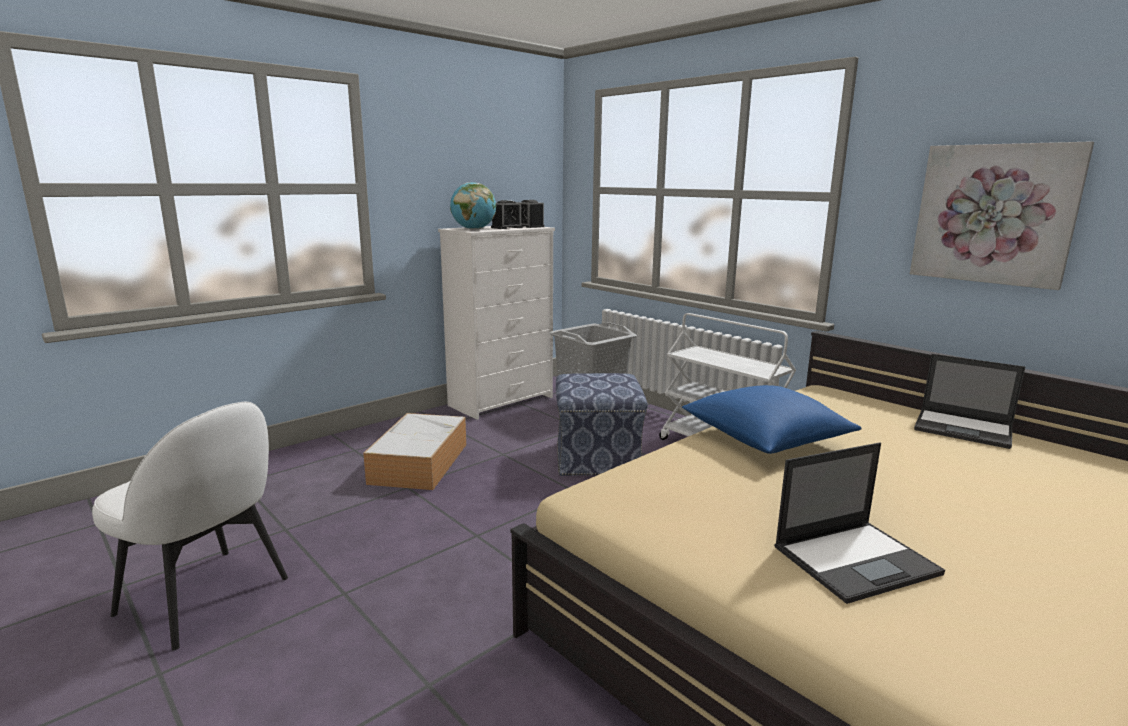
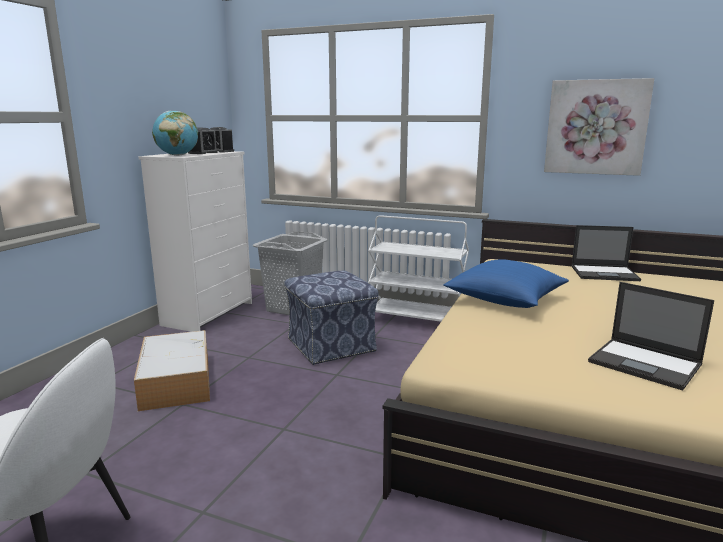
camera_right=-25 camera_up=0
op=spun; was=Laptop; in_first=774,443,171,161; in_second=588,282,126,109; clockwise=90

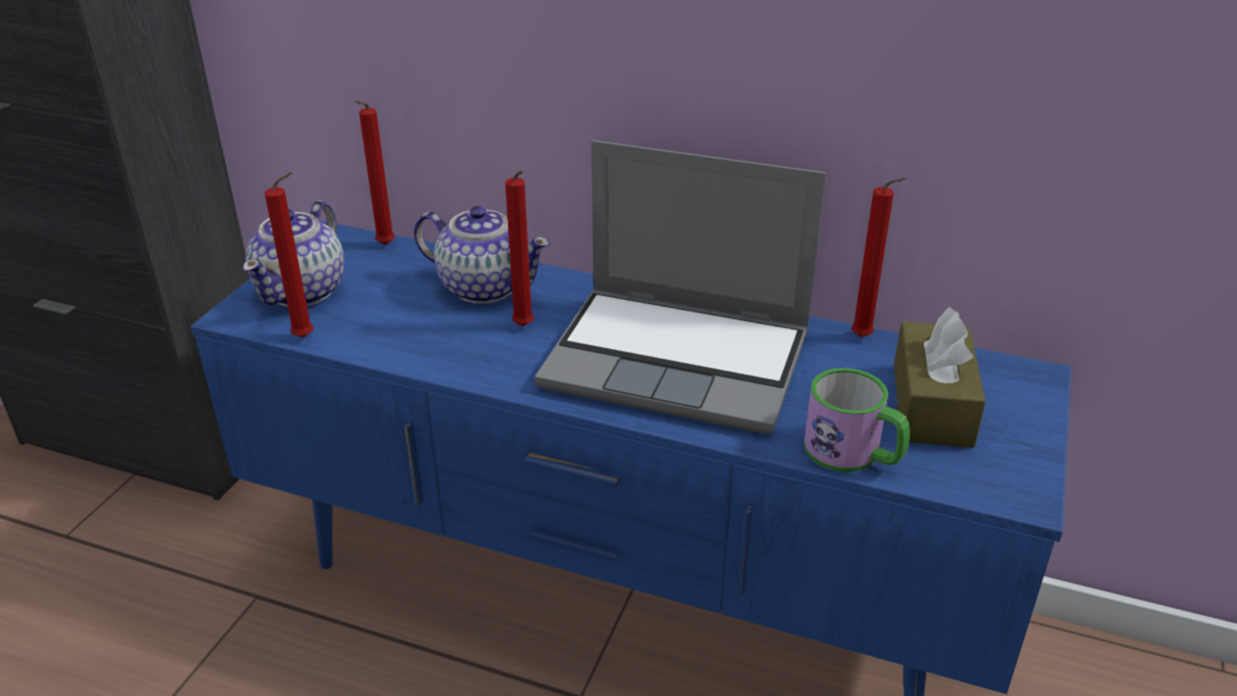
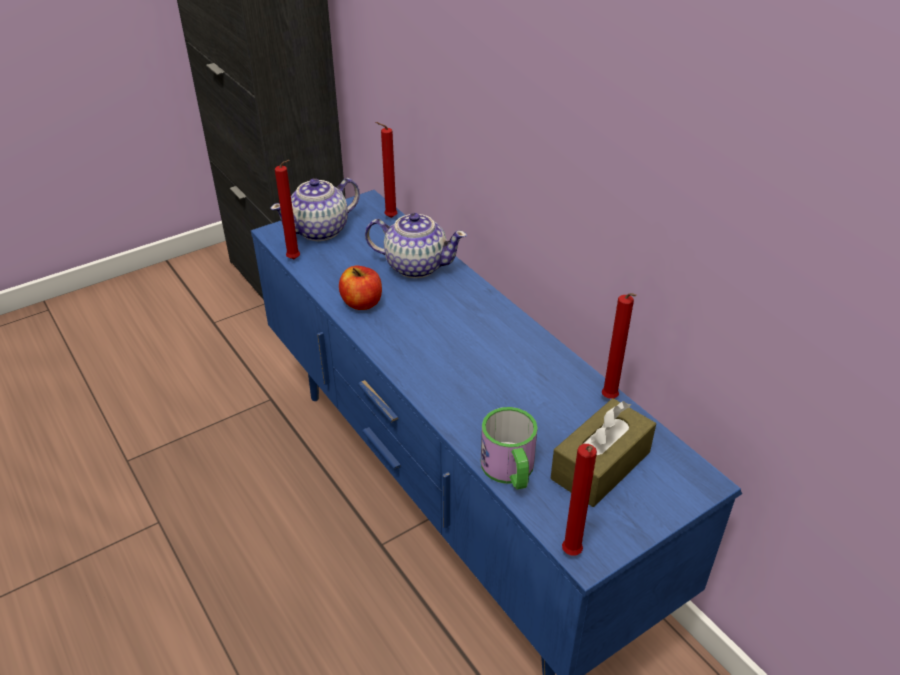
camera_right=35 camera_up=5
op=spun; was=Teekanne; in_first=414,206,136,98; in_second=365,213,102,65; clockwise=-45
op=relocated; was=Kerze (rot); in_first=505,171,29,155; in_second=562,444,35,112
op=missing; was=Laptop; in_first=535,140,291,294
op=appeared; now=Apfel; in_second=339,266,43,44

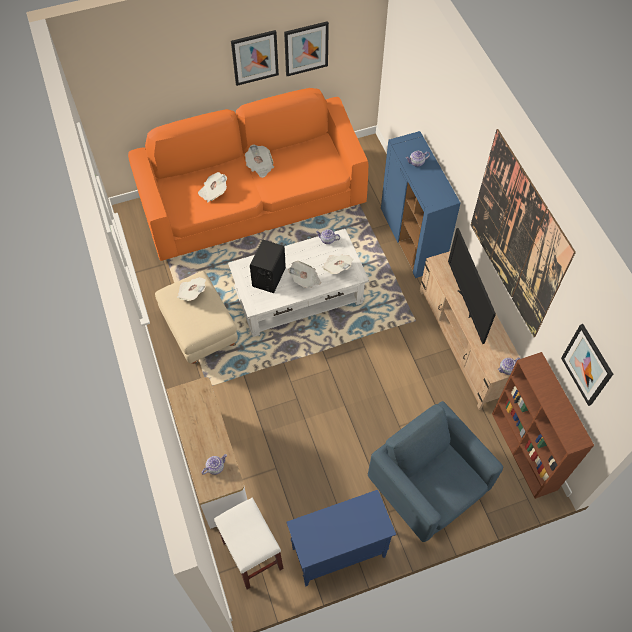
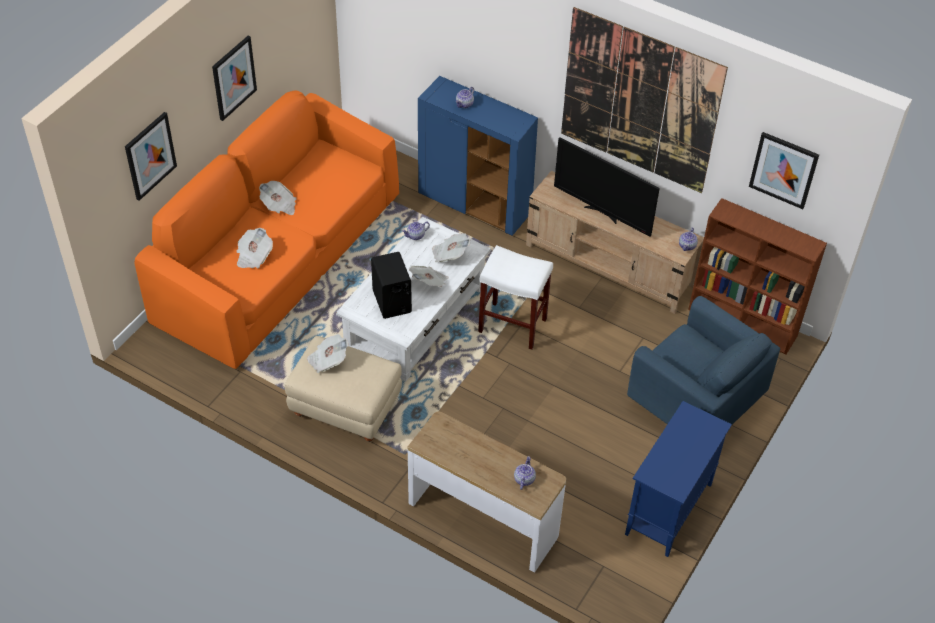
camera_right=-40 camera_up=-10
op=relocated; was=Hocker (weiß); in_first=214,498,70,91; in_second=478,245,75,105
op=relocated; was=Bild; in_first=284,21,45,55; in_second=125,112,52,89
op=spun; was=Sessel (blau); in_first=368,401,135,141; in_second=627,296,153,129; clockwise=-150

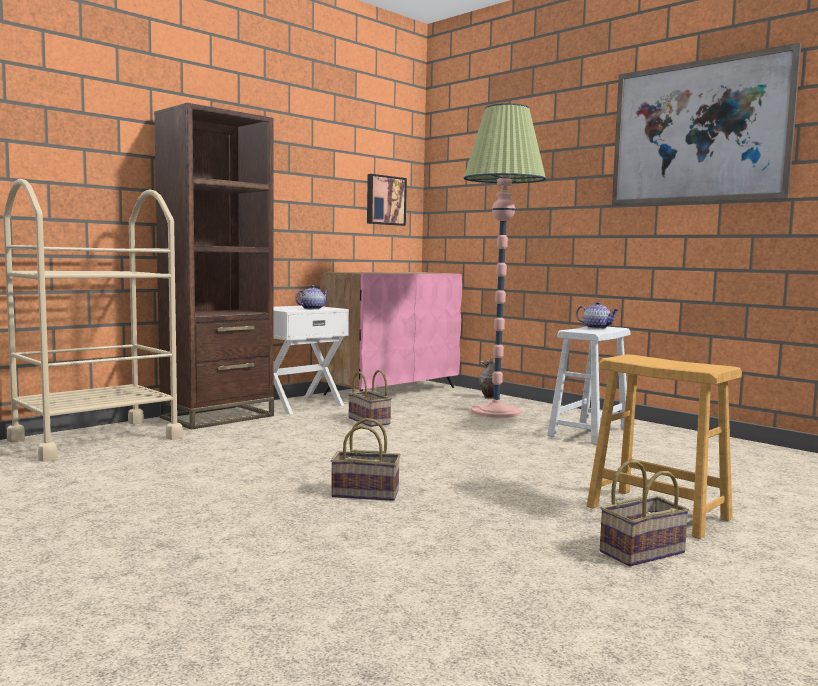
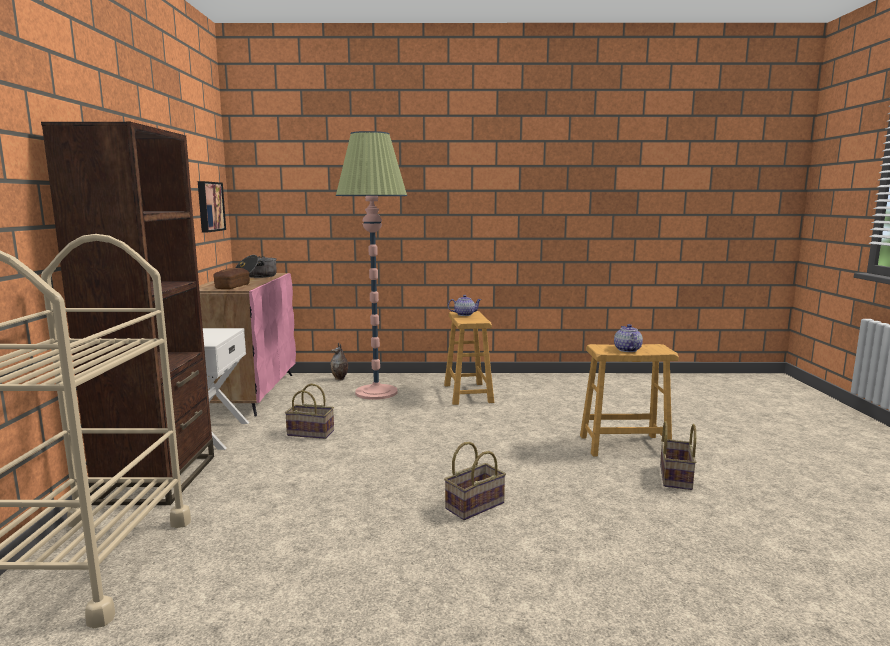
camera_right=-45 camera_up=5
op=relocated; was=Teekanne; in_first=295,285,33,25; in_second=614,324,29,28
op=colour; was=Hocker (weiß); now=Hocker (braun); in_first=547,326,84,119; in_second=444,311,50,94
op=missing; was=Bild; in_first=612,43,189,162
op=appeared; now=Brot; in_second=213,268,37,21
op=appeared; now=Kochtopf; in_second=235,255,42,23

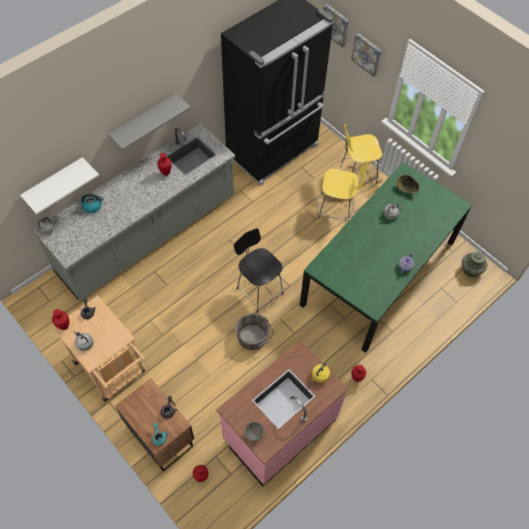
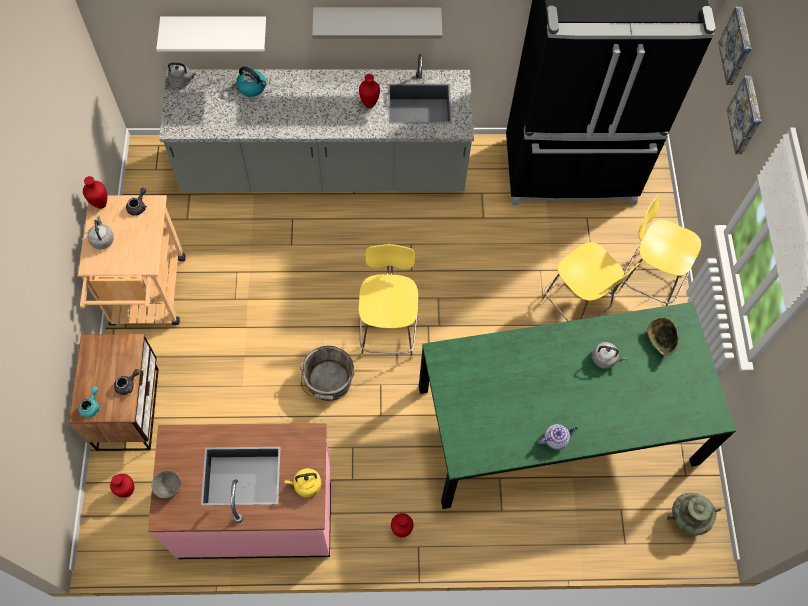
camera_right=40 camera_up=5
op=colour; was=Hocker (schwarz); now=Hocker (gelb); in_first=234,228,50,85; in_second=359,244,59,115

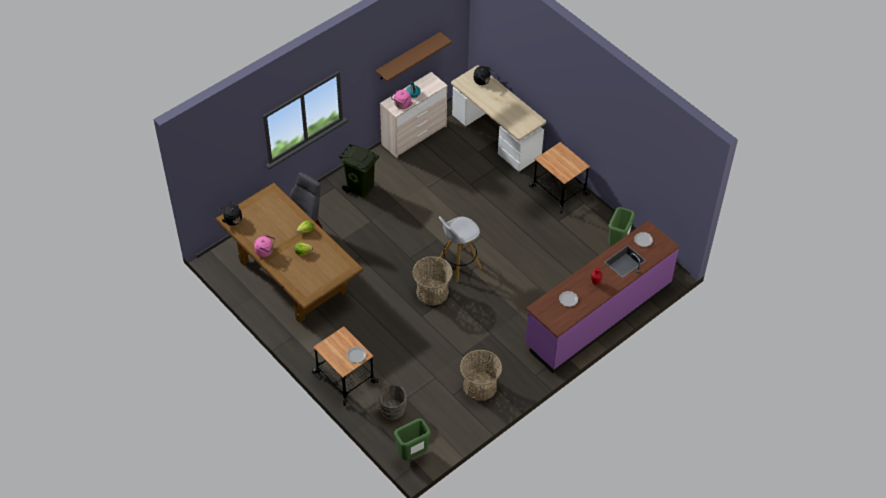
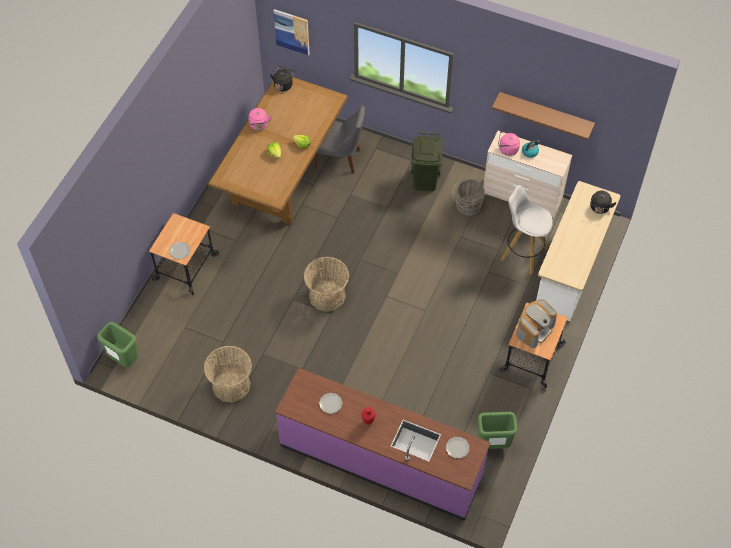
camera_right=65 camera_up=5
op=relocated; was=Eimer (grau); in_first=377,384,30,36; in_second=452,179,33,37
op=relocated; was=Hocker (weiß); in_first=438,216,44,66; in_second=501,185,52,89
op=appeared; now=Bild; in_second=274,9,36,46
op=appeared; now=Kaffeemaschine; in_second=516,299,41,49

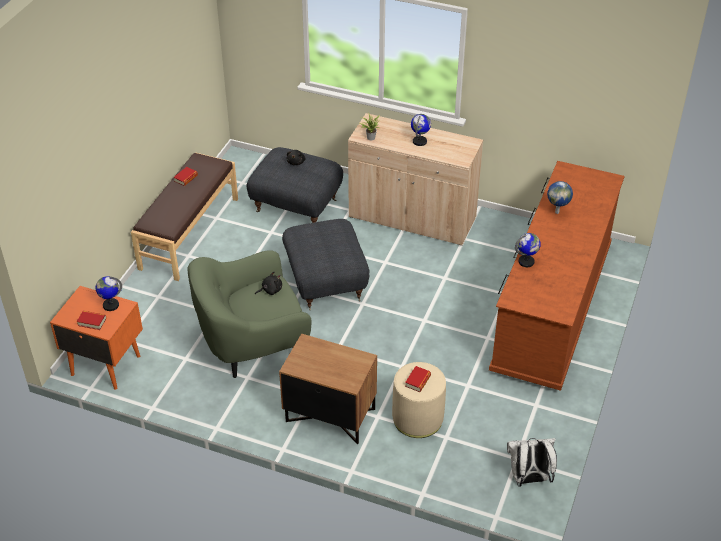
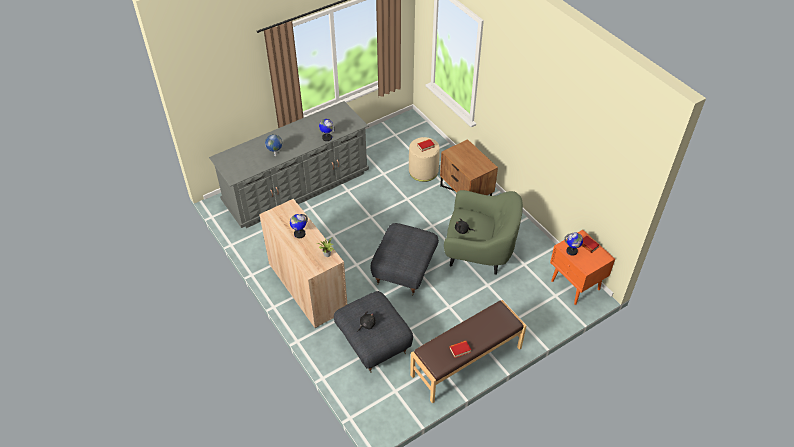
camera_right=-145 camera_up=5
op=colour; was=Kommode (braun); now=Kommode (grau); in_first=489,161,136,230; in_second=209,101,160,127
op=missing; was=Rucksack (weiß); in_first=507,438,50,49

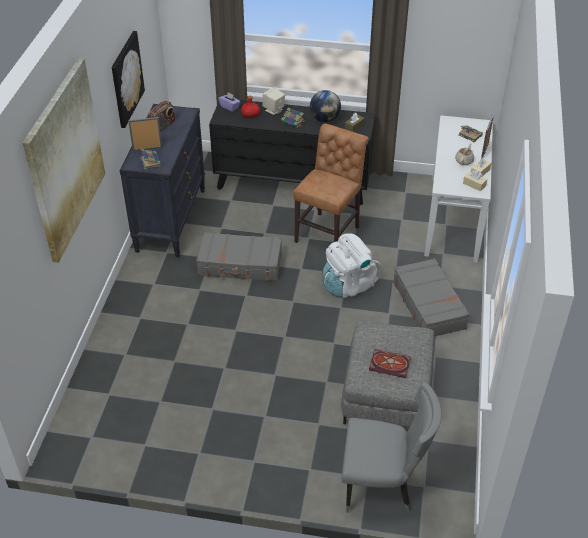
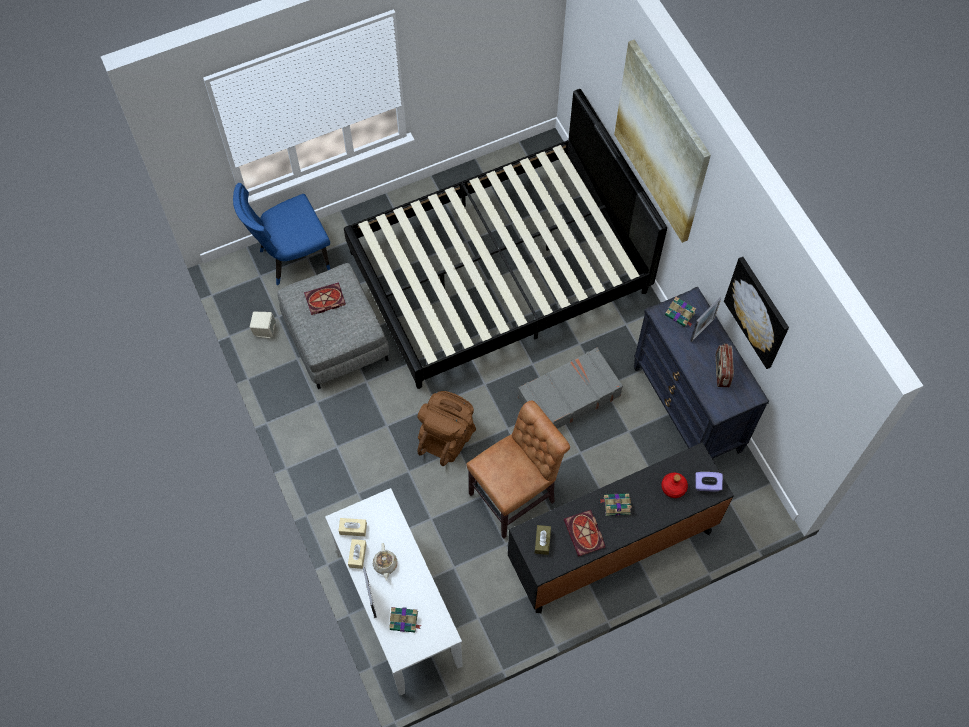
camera_right=145 camera_up=20
op=relocated; was=Lautsprecher (beige); in_first=262,87,23,28; in_second=250,312,26,26
op=spun; was=Stuhl (braun); in_first=293,124,76,119; in_second=466,400,104,139; clockwise=-120
op=exchanged; was=Globus; now=Buch; in_first=310,90,31,32; in_second=564,510,41,46
op=colour; was=Rucksack (weiß); now=Rucksack (braun); in_first=322,233,61,65; in_second=417,391,59,75
op=colour; was=Stuhl (grau); now=Stuhl (blau); in_first=342,382,100,131; in_second=233,183,97,102
op=missing; was=Koffer (grau); in_first=393,258,77,78
op=appeared; now=Bett (schwarz); in_second=344,89,323,300

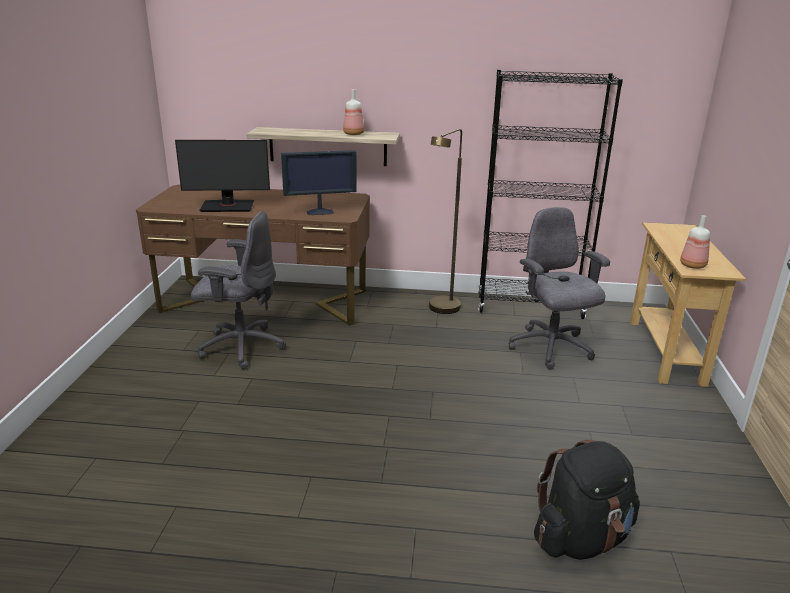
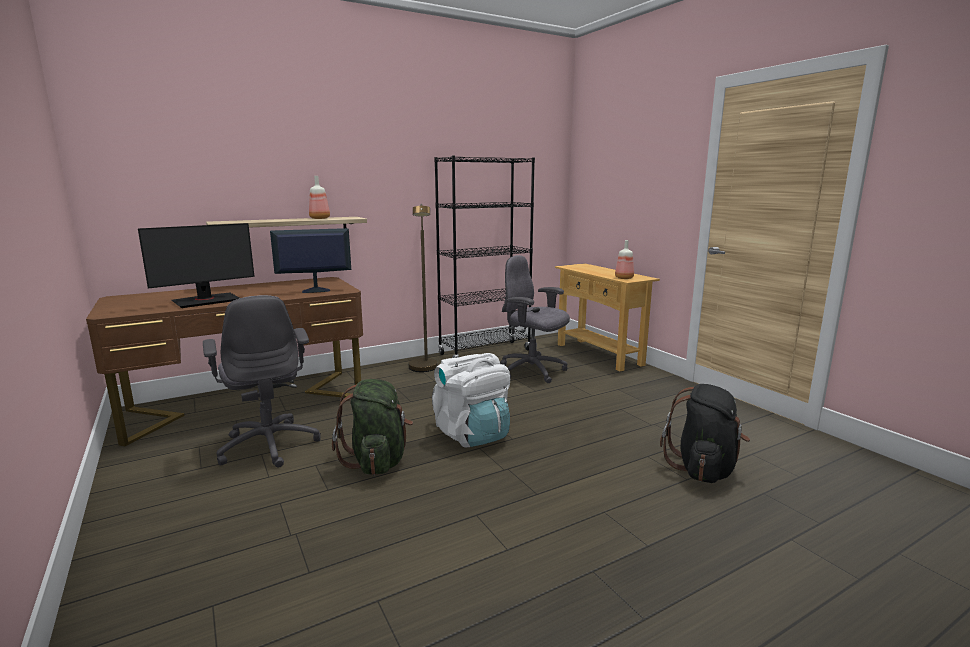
camera_right=-35 camera_up=-10
op=spun; was=Bürostuhl (grau); in_first=191,211,95,159; in_second=203,295,118,173; clockwise=90
op=spun; was=Monitor; in_first=281,150,76,65; in_second=270,228,81,65; clockwise=-150
op=appeared; now=Rucksack (grün); in_second=332,379,81,96
op=appeared; now=Rucksack (weiß); in_second=432,353,78,95

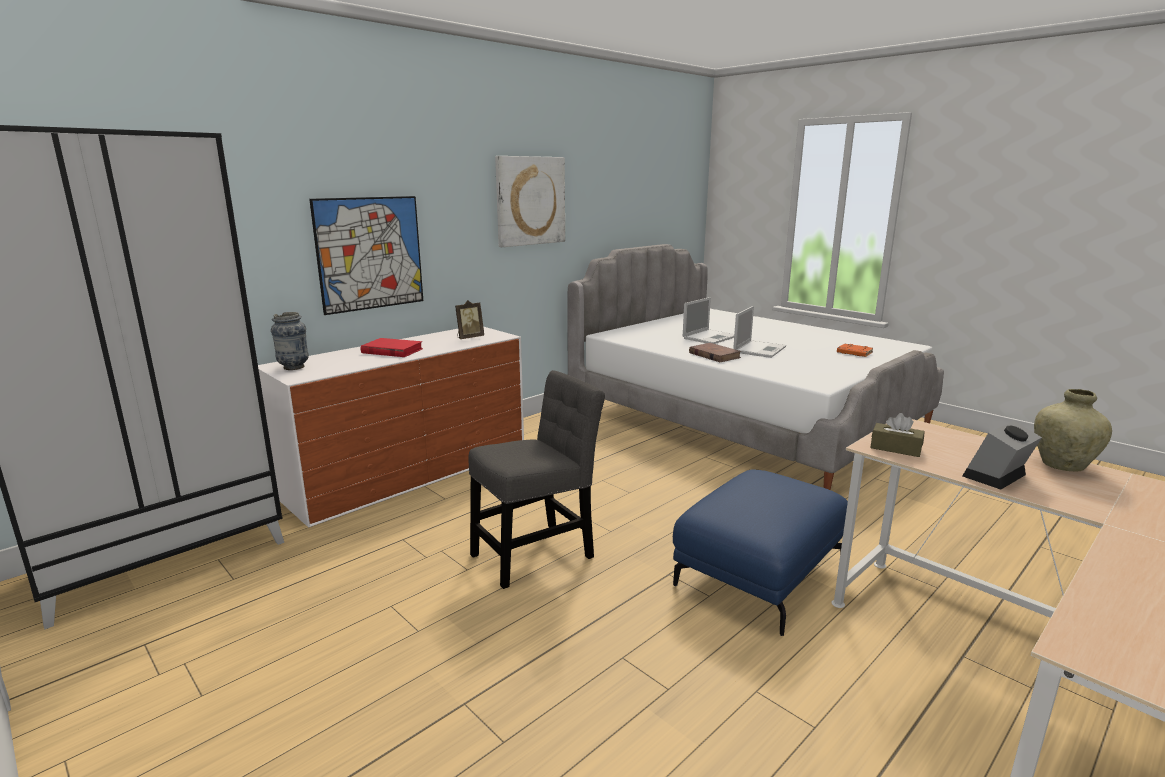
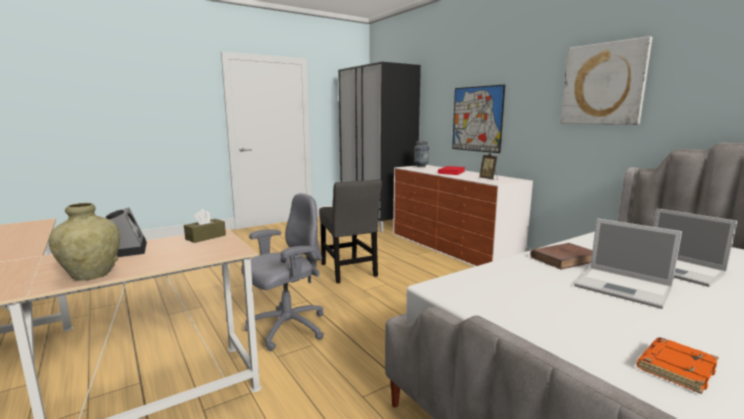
camera_right=100 camera_up=-5
op=exchanged; was=Polsterhocker (blau); now=Bürostuhl (grau); in_first=673,470,175,166; in_second=242,193,82,158

